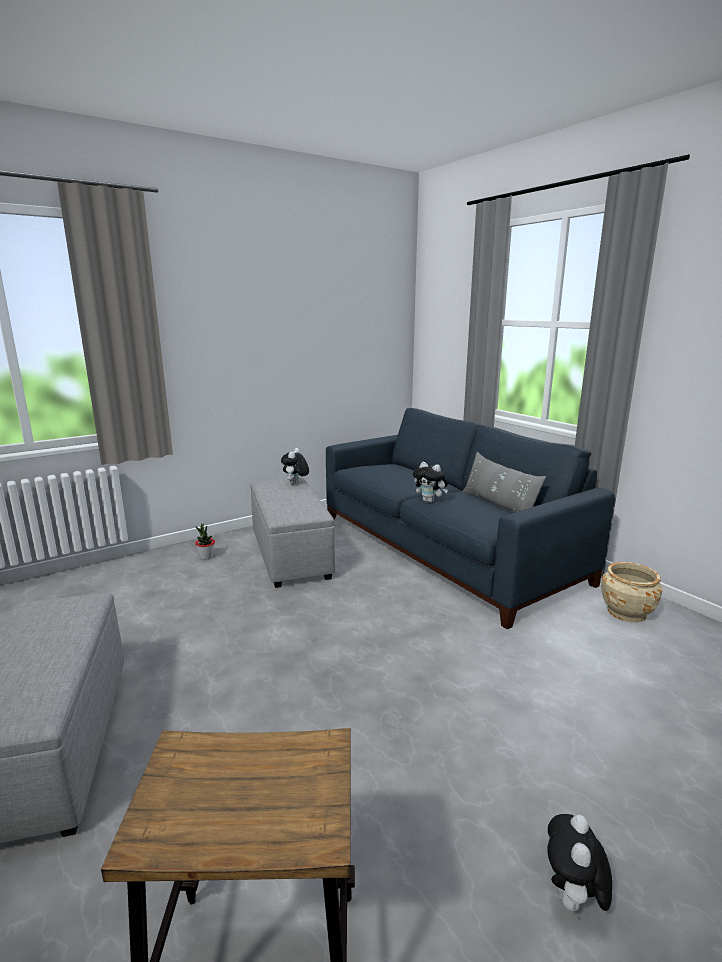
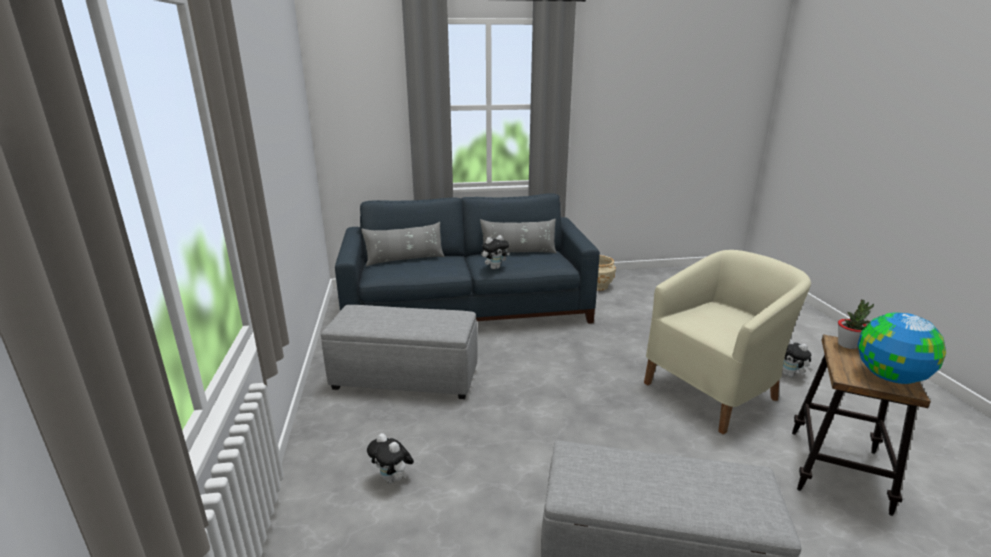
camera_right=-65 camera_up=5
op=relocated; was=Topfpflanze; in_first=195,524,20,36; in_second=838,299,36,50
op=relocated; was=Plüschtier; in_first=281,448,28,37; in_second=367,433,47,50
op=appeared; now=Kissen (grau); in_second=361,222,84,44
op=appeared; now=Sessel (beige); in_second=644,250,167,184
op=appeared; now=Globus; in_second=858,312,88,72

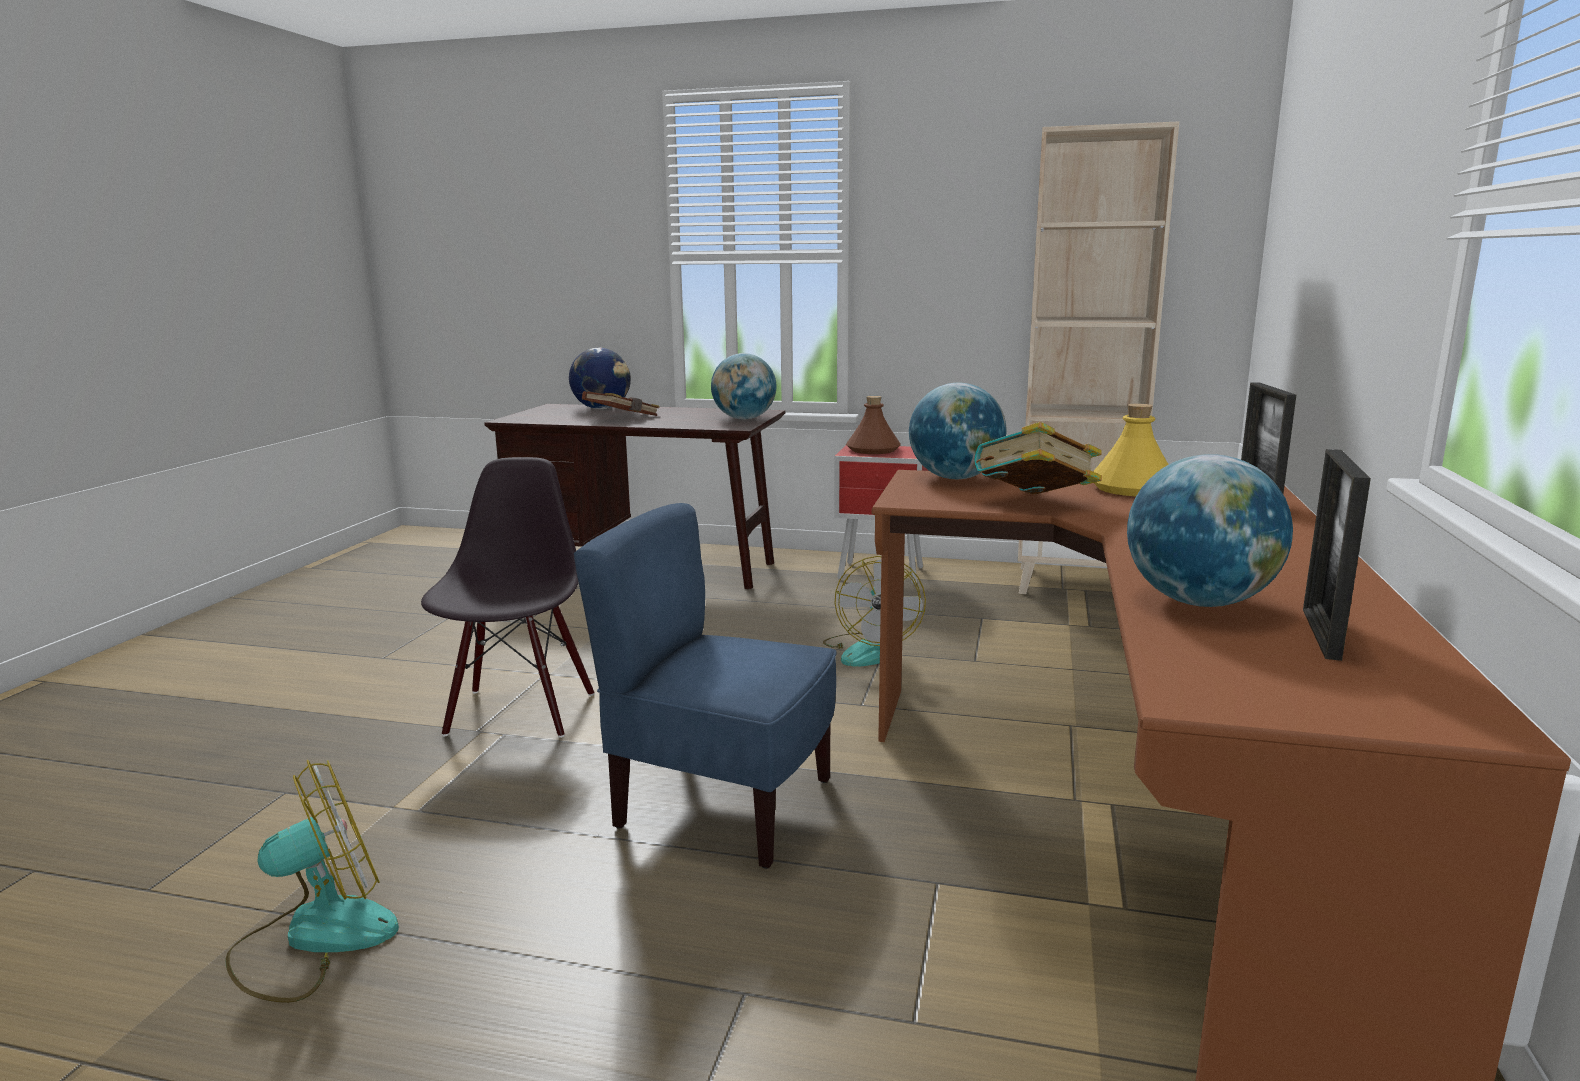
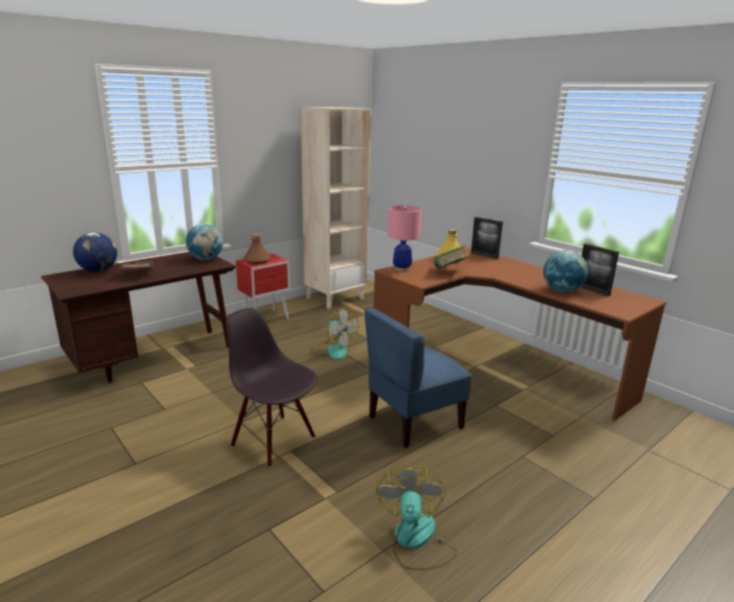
camera_right=-55 camera_up=5
op=exchanged; was=Globus; now=Tischlampe (rosa); in_first=909,383,98,96; in_second=387,205,35,66

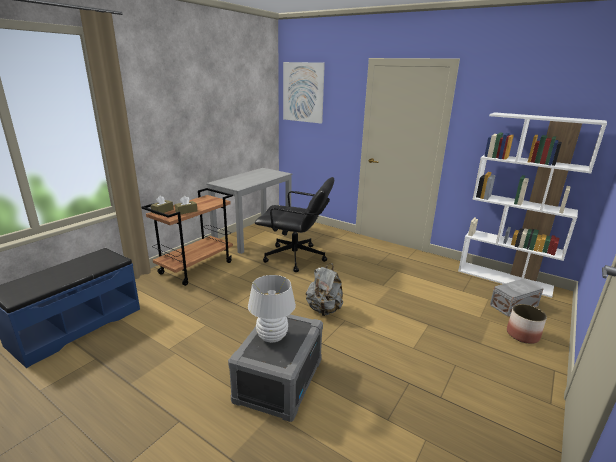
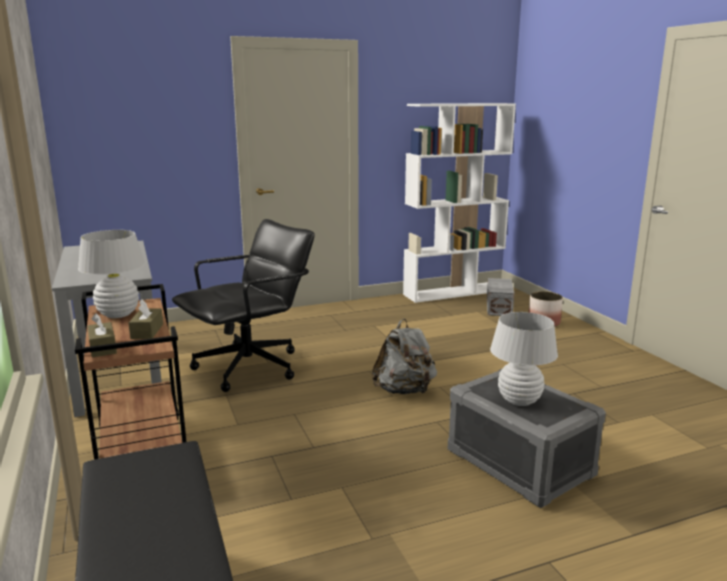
camera_right=-55 camera_up=-5
op=missing; was=Bild; in_first=283,62,42,62
op=appeared; now=Tischlampe (weiß); in_second=78,230,67,88

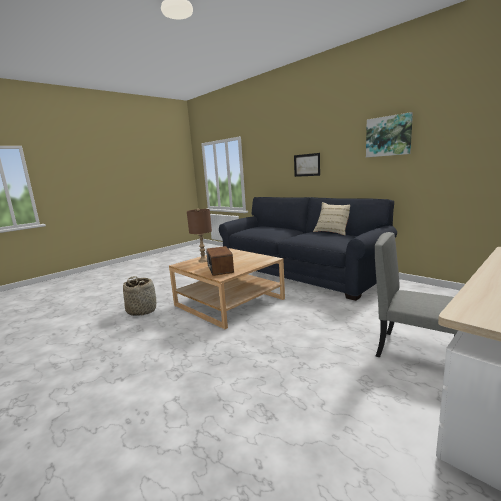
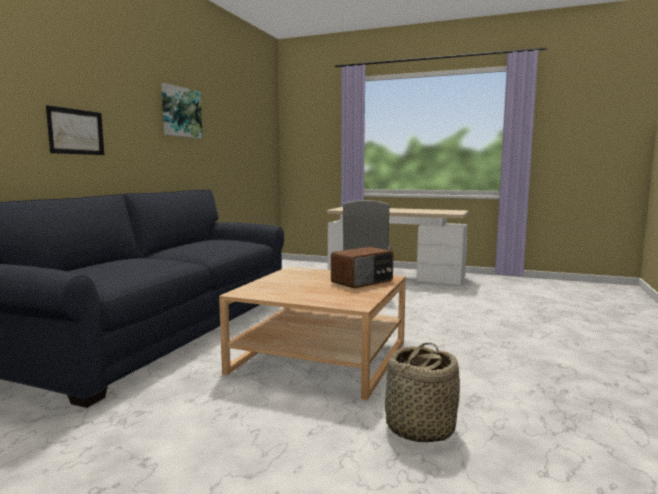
camera_right=-115 camera_up=-5
op=missing; was=Tischlampe (braun); in_first=187,208,25,54
op=missing; was=Kissen (beige); in_first=313,202,37,33

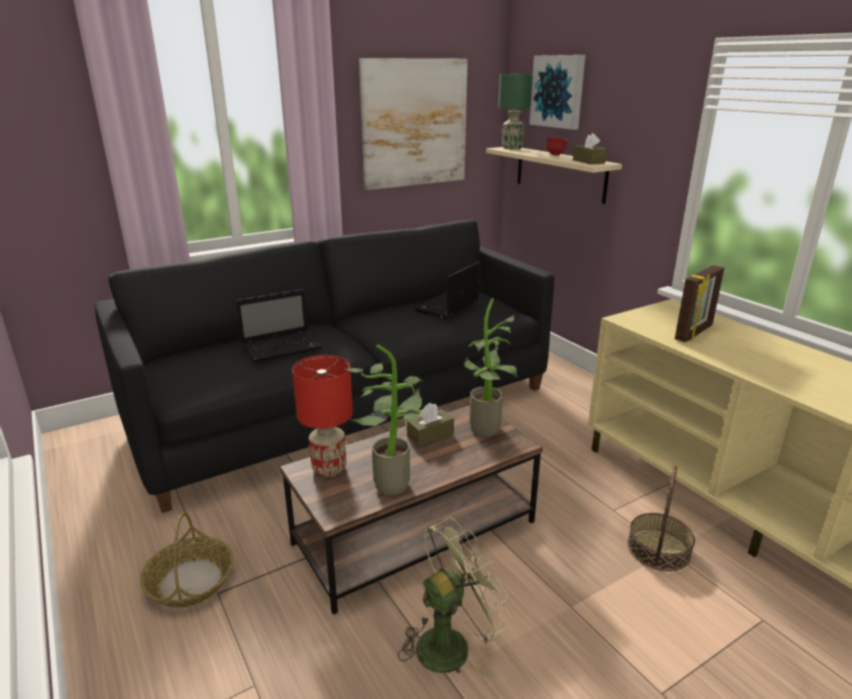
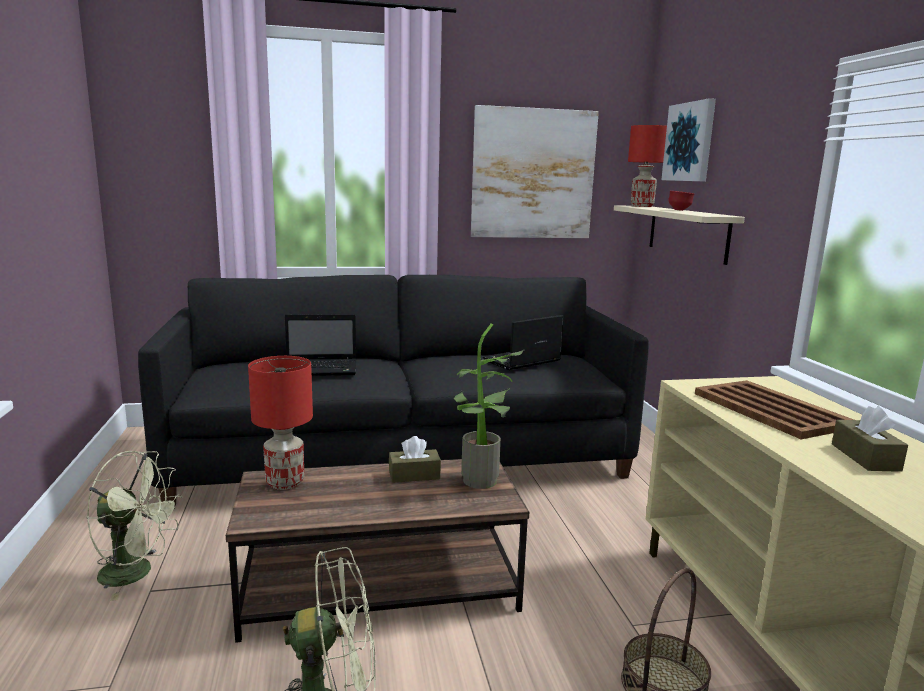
camera_right=20 camera_up=-10
op=exchanged; was=Korb; now=Ventilator (grün); in_first=140,512,94,95; in_second=86,451,97,150
op=missing; was=Topfpflanze; in_first=343,344,81,151
op=colour; was=Tischlampe (grün); now=Tischlampe (rot); in_first=498,74,35,76; in_second=628,125,39,82
op=relocated; was=Taschentuchbox (braun); in_first=573,133,34,31; in_second=832,406,76,66
op=exchanged; was=Bilderrahmen; now=Tablett (braun); in_first=675,265,49,77; in_second=695,380,159,59

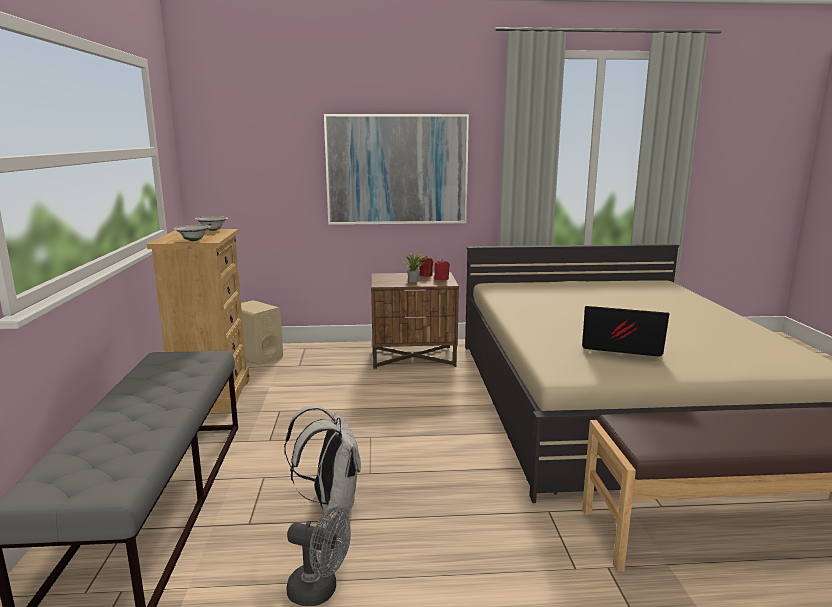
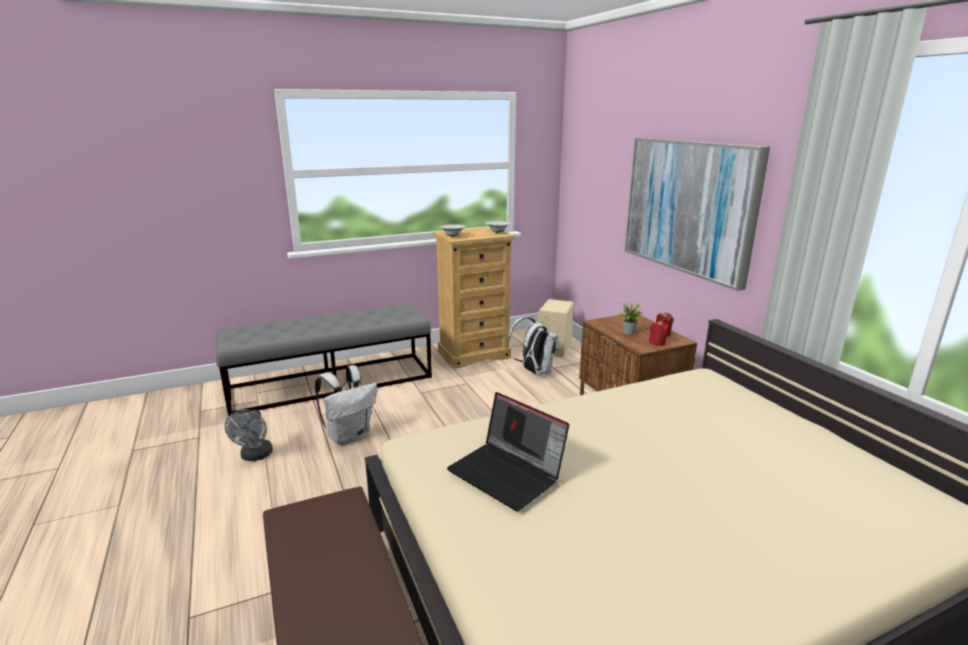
camera_right=70 camera_up=5
op=spun; was=Laptop; in_first=582,306,87,51; in_second=447,392,122,119; clockwise=135
op=appeared; now=Rucksack (weiß); in_second=508,317,51,58

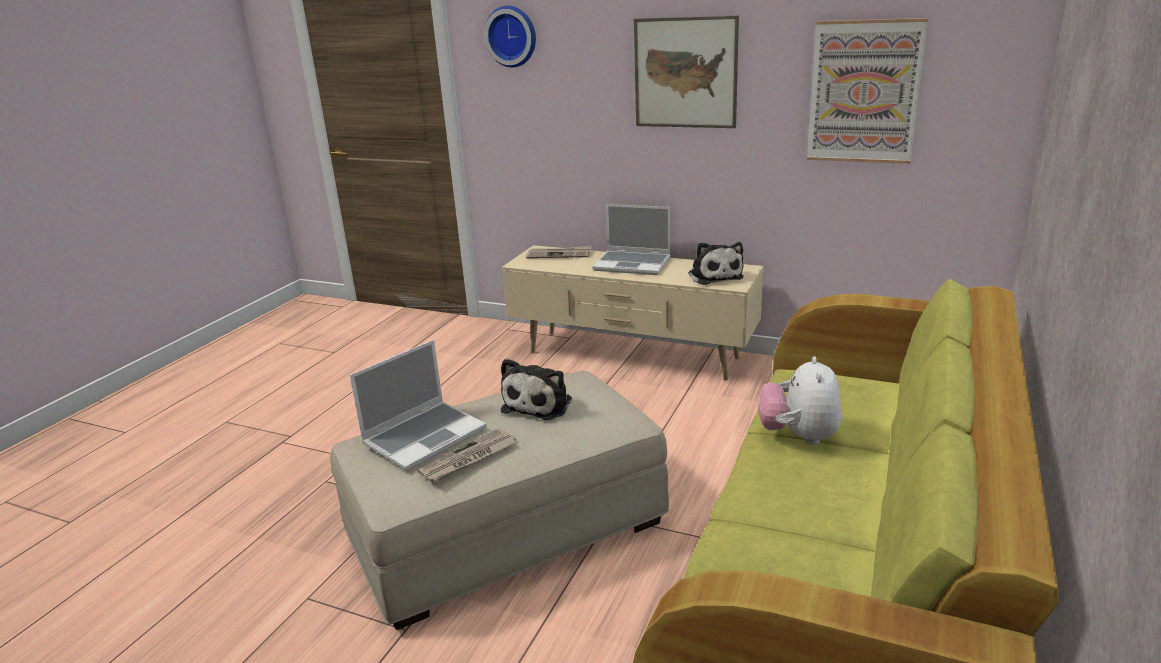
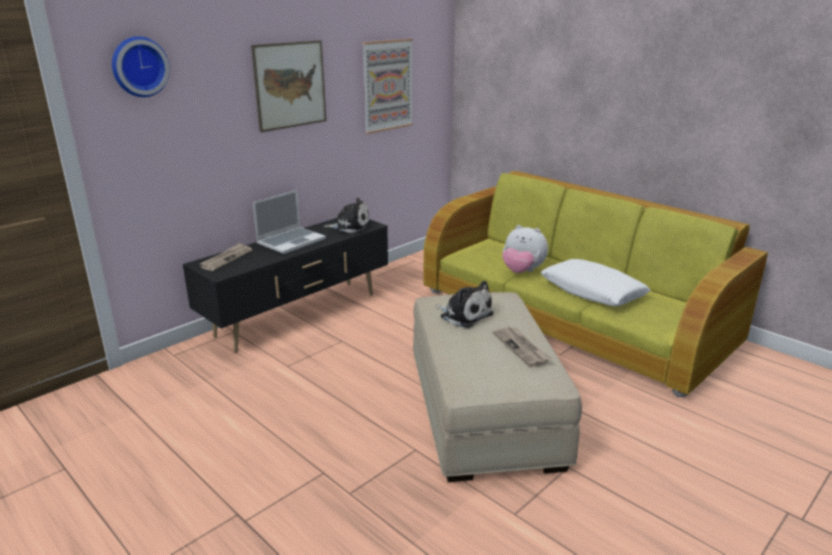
camera_right=-70 camera_up=0
op=missing; was=Laptop; in_first=350,340,137,131
op=colour; was=Fernsehschrank (beige); now=Fernsehschrank (schwarz); in_first=502,245,261,135; in_second=183,218,205,134
op=appeared; now=Kissen (weiß); in_second=541,259,109,47

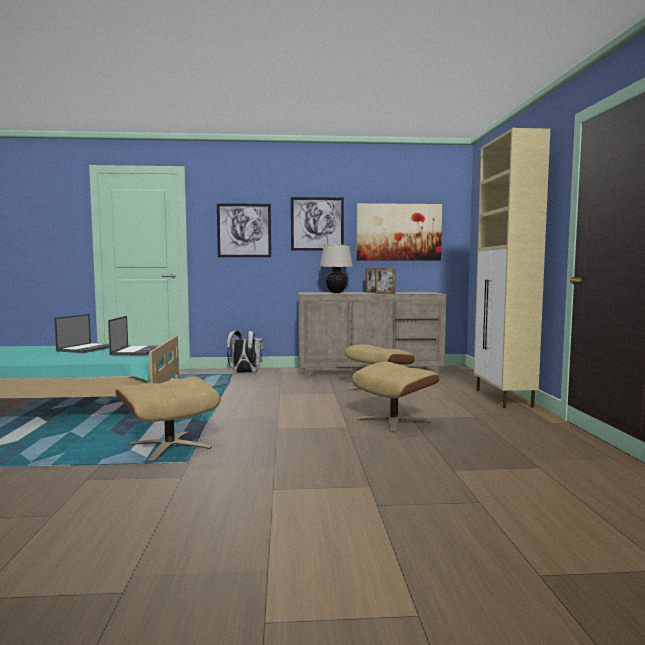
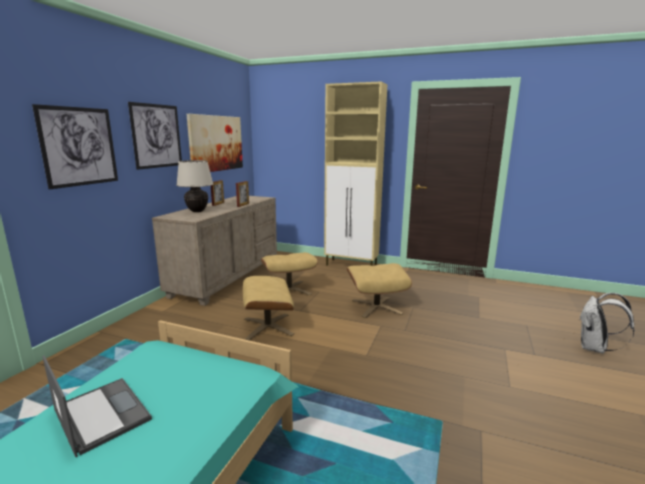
camera_right=-65 camera_up=10
op=missing; was=Laptop; in_first=108,316,50,39
op=relocated; was=Polsterhocker (beige); in_first=115,376,106,85; in_second=243,276,51,65
op=relocated; was=Rucksack (weiß); in_first=227,331,36,42; in_second=580,293,55,61

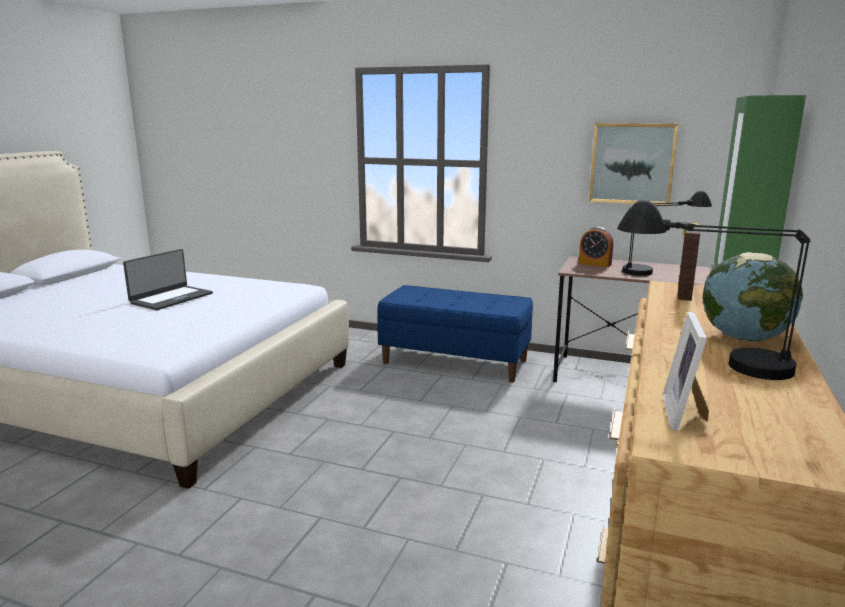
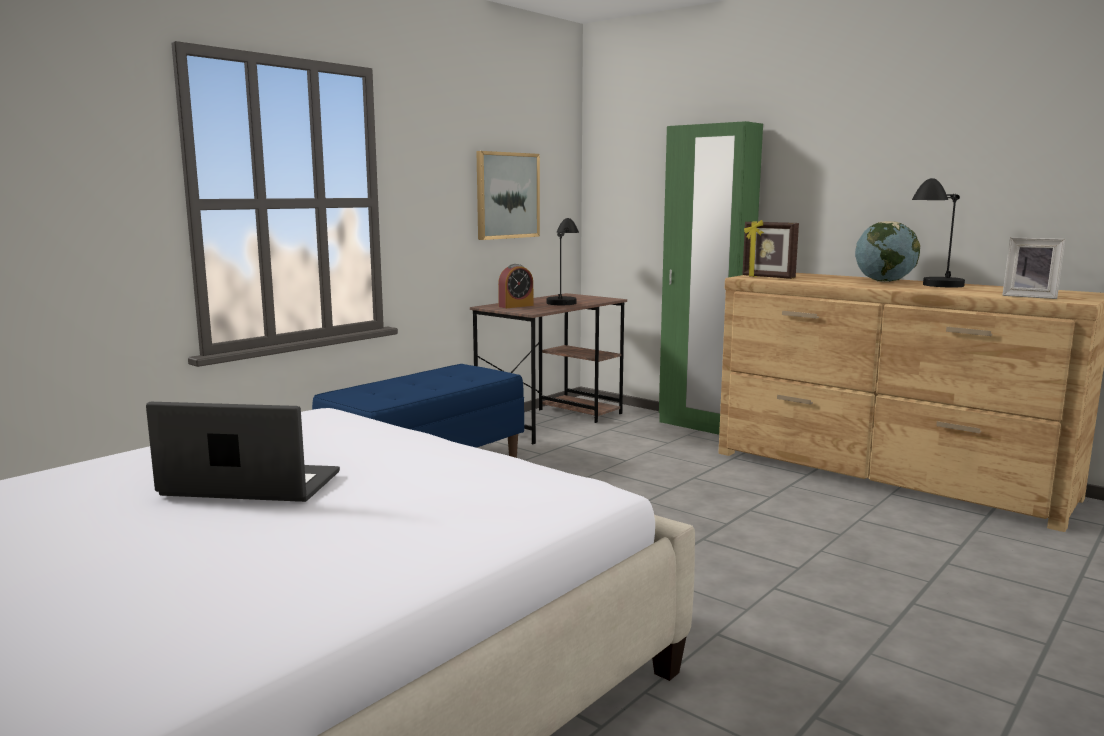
camera_right=-70 camera_up=-5
op=spun; was=Laptop; in_first=123,249,90,61; in_second=146,402,194,100; clockwise=-45

